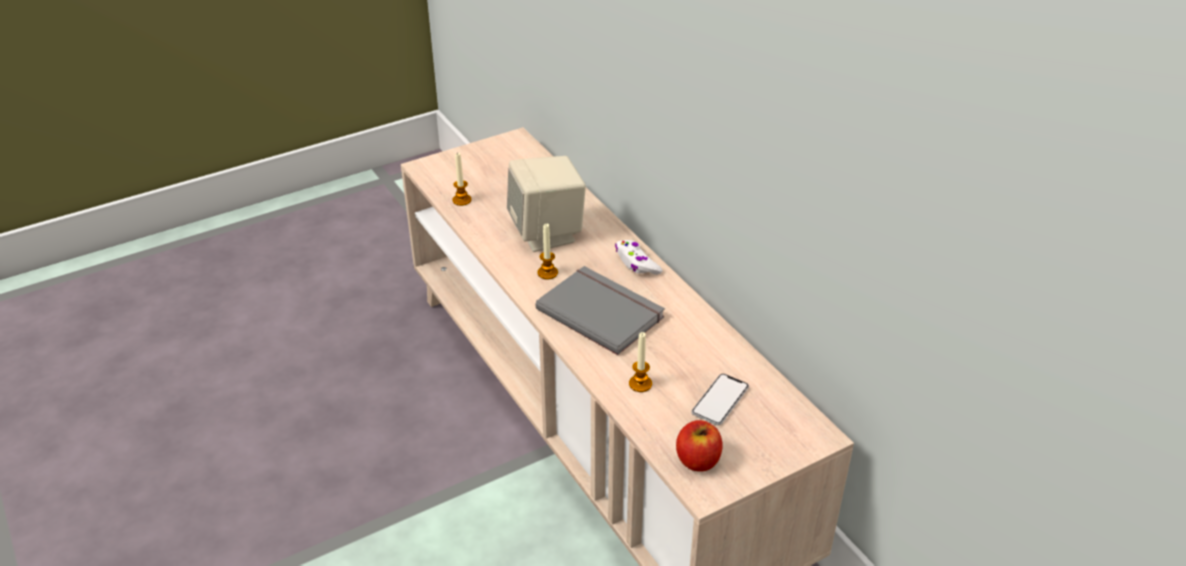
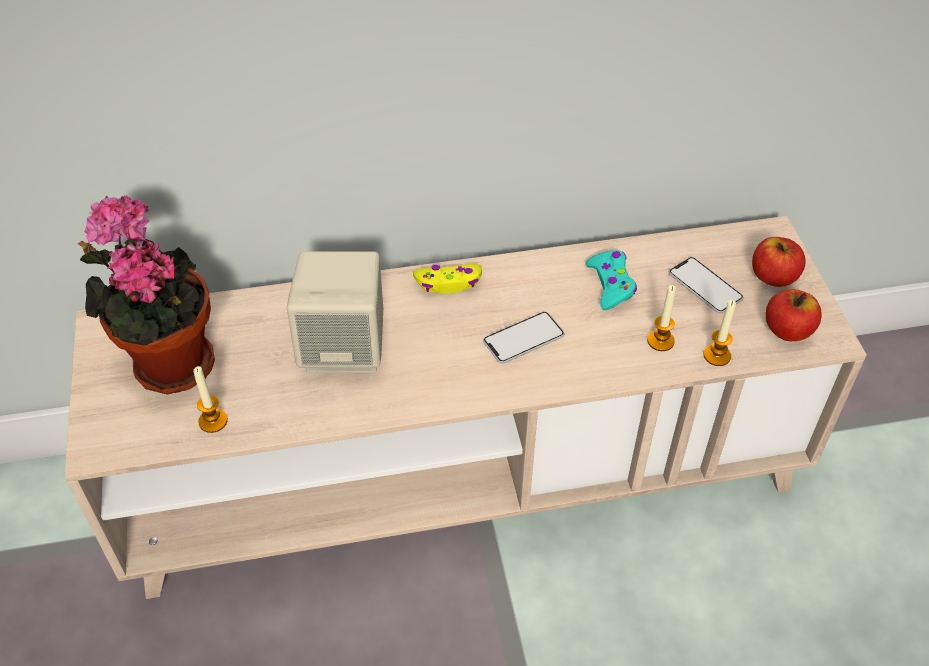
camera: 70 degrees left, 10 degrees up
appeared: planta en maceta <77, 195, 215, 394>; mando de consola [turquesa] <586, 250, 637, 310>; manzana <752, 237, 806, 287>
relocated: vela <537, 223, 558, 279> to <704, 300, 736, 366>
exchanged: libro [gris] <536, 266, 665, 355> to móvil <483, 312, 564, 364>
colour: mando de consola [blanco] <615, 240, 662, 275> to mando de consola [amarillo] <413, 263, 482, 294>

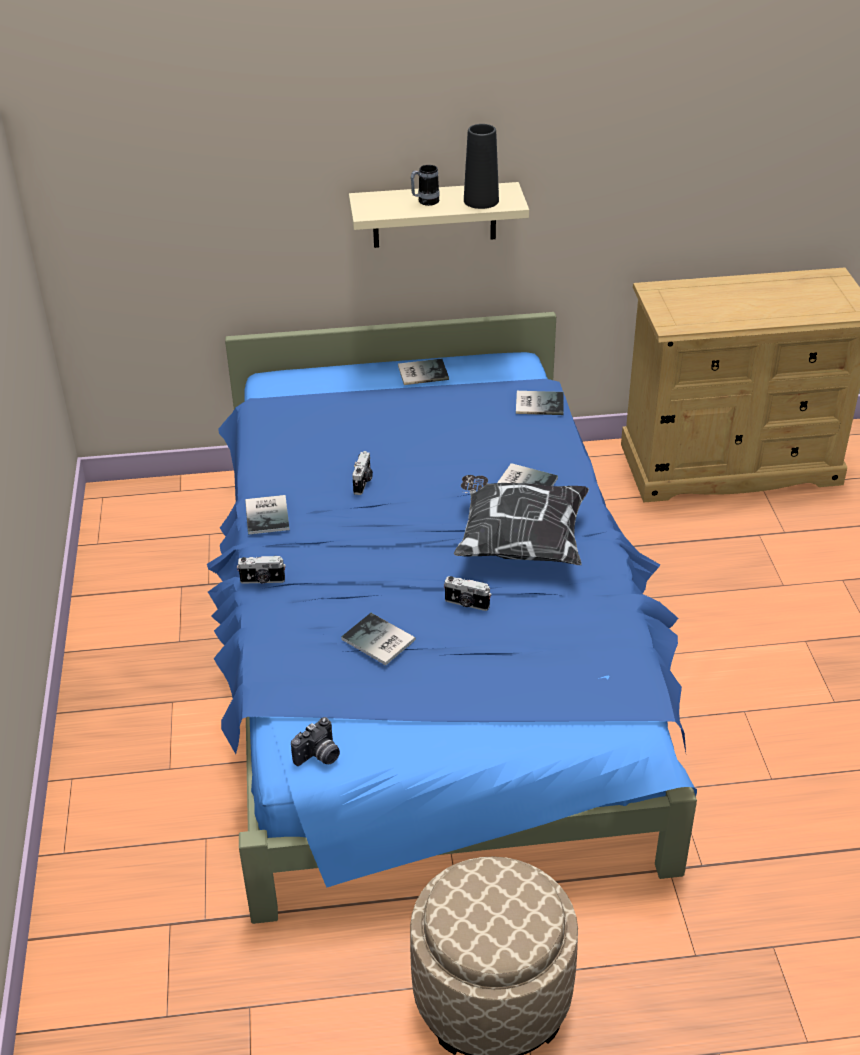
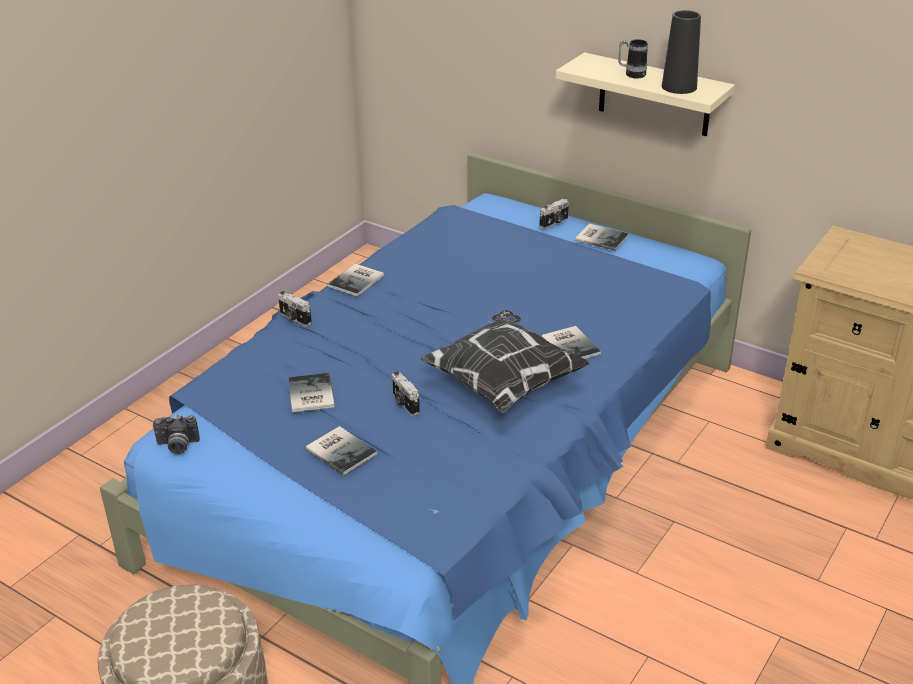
camera: 40 degrees right, 5 degrees down
relocated: libro <516, 391, 564, 415> to <306, 426, 377, 475>; cámara <352, 451, 373, 495> to <540, 199, 569, 229>

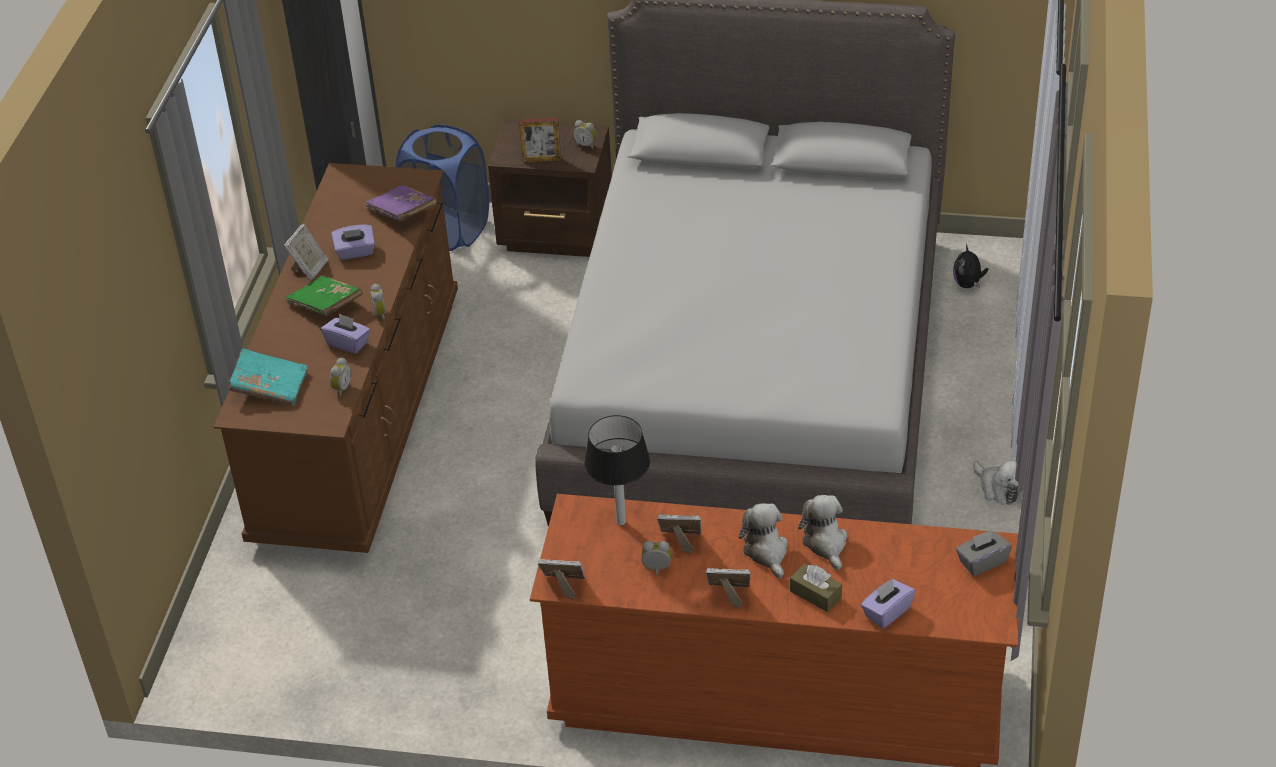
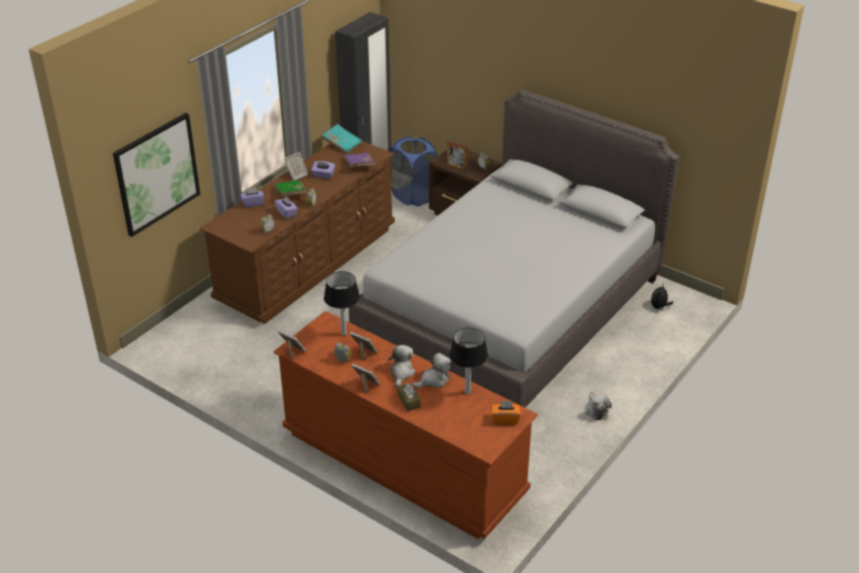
camera: 25 degrees right, 5 degrees down
appeared: cuadro <113, 113, 200, 237>; lámpara de mesa <450, 328, 488, 394>
relocated: caja de pañuelos [morado] <861, 579, 915, 628> to <241, 187, 264, 207>; libro [turquesa] <229, 348, 308, 405> to <322, 124, 362, 154>
colour: caja de pañuelos [gris] <956, 530, 1012, 576> to caja de pañuelos [naranja] <492, 401, 521, 424>
spun: peluche <798, 495, 848, 571> = <412, 353, 451, 388> 45 degrees clockwise

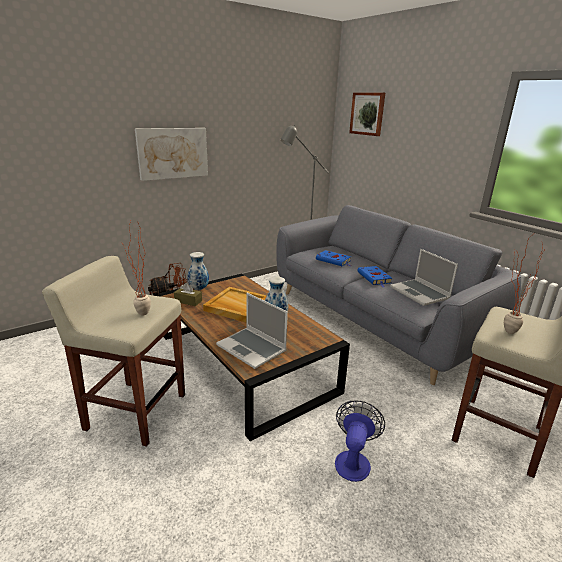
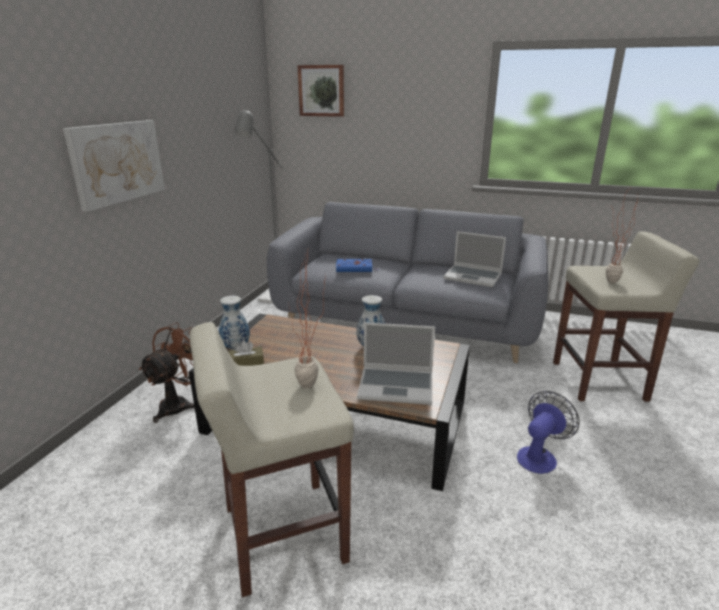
camera: 35 degrees left, 0 degrees up
missing: bandeja [beis] <203, 287, 267, 322>; libro [azul] <357, 266, 393, 287>
spun: ventilador <335, 400, 385, 482> = <517, 391, 580, 474> 60 degrees clockwise

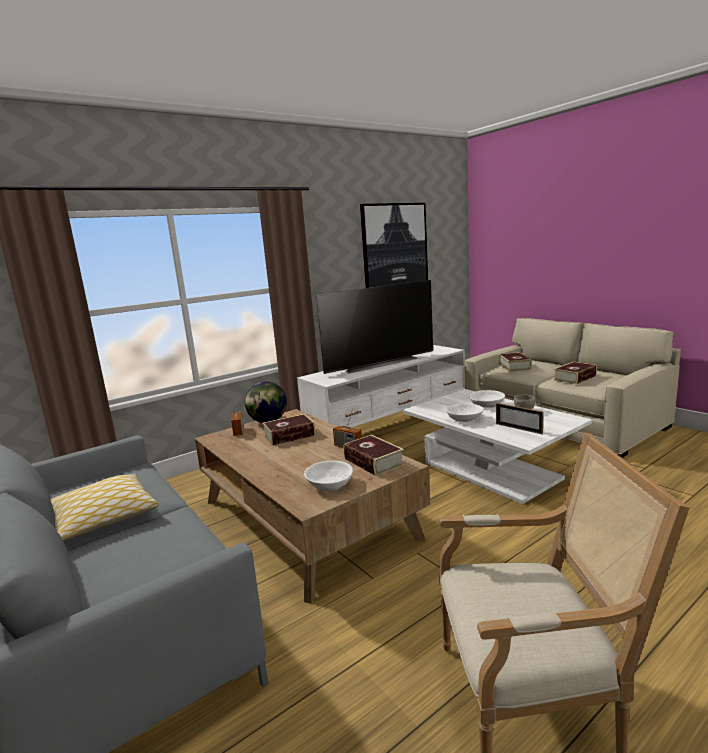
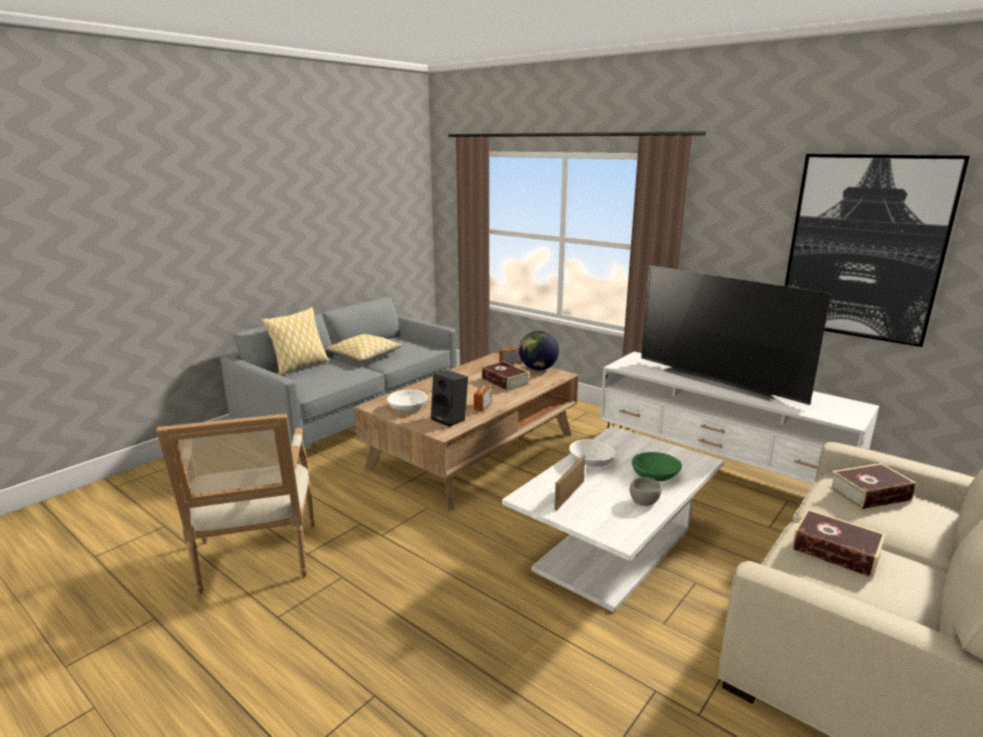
camera: 75 degrees right, 5 degrees up
appeared: cojín <261, 307, 329, 376>
exchanged: libro <343, 435, 405, 476> to altavoz [negro] <431, 370, 468, 427>
colour: cuenco [blanco] <469, 390, 505, 407> to cuenco [verde] <632, 452, 682, 481>

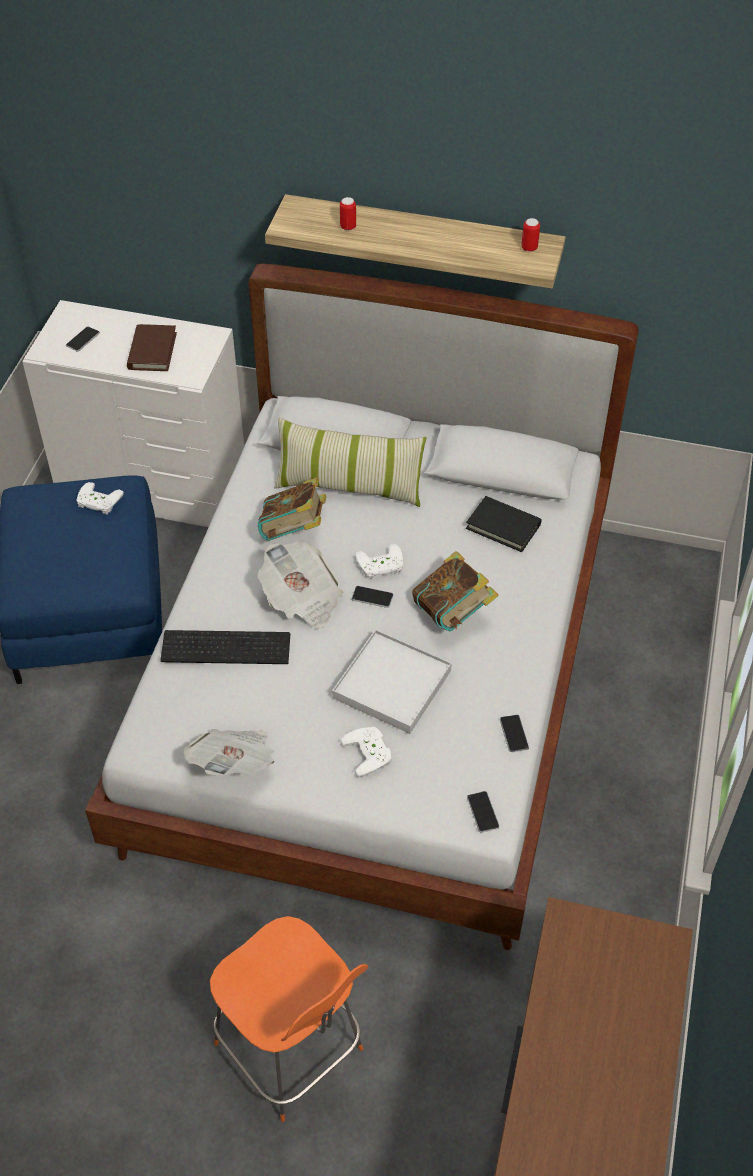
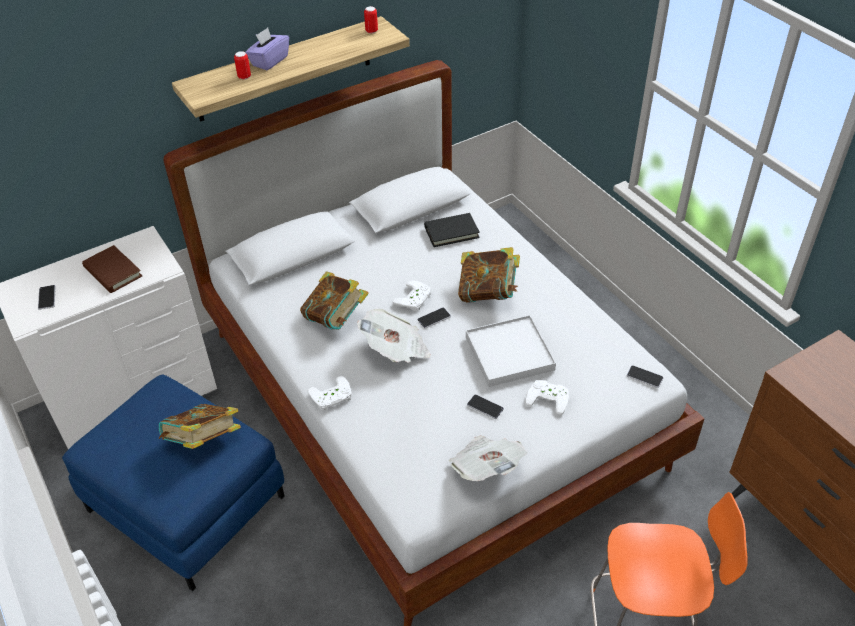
camera: 45 degrees left, 5 degrees down
missing: teclado <160, 630, 290, 664>; cojín <274, 418, 427, 507>
appeared: libro <159, 404, 241, 449>; caja de pañuelos [morado] <245, 28, 289, 70>
relocated: mando de consola [blanco] <77, 482, 124, 514> to <308, 376, 351, 411>; móvil <500, 715, 529, 752> to <467, 394, 504, 419>

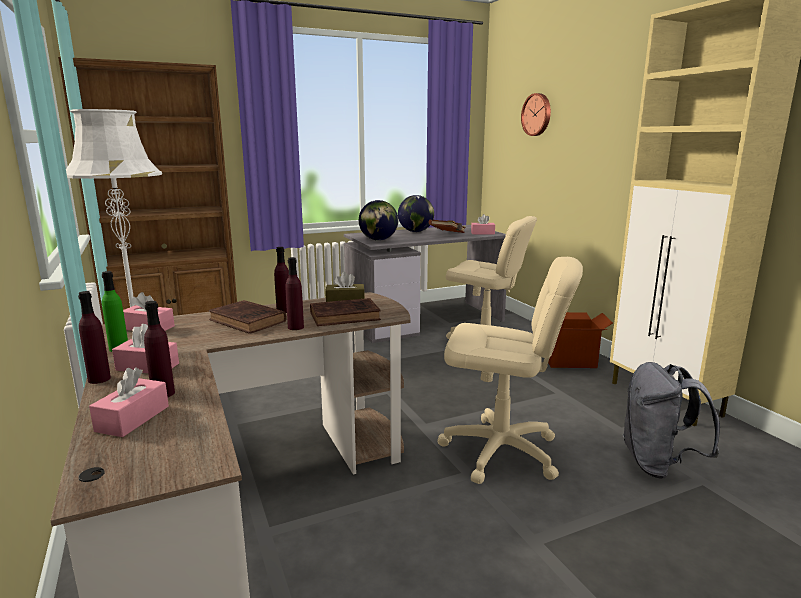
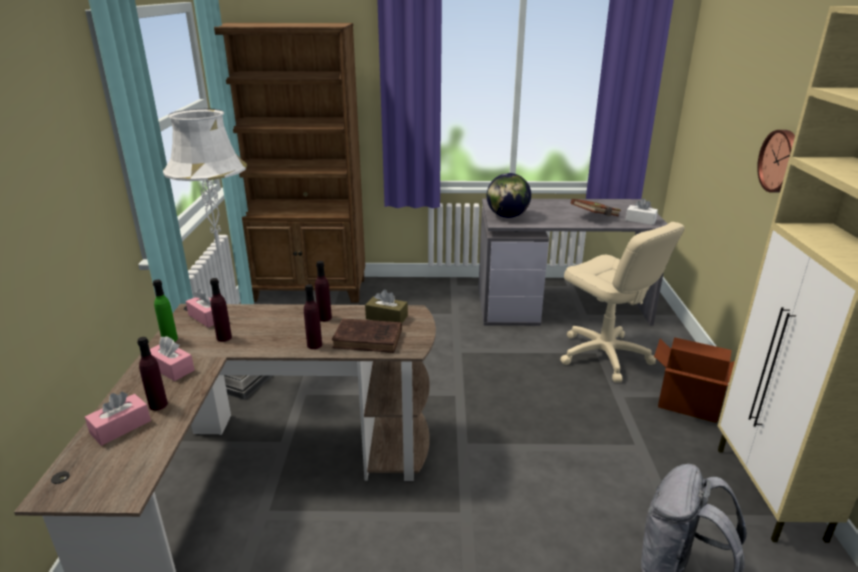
camera: 25 degrees right, 10 degrees up
missing: libro [marrón] <209, 300, 286, 334>; globo terráqueo <398, 195, 434, 232>; silla de oficina [beis] <437, 257, 583, 484>
relocated: botella [morado] <78, 291, 111, 384> to <210, 278, 232, 342>; reloj de pared <521, 93, 551, 136> to <757, 130, 795, 193>
colour: caja de pañuelos [rosa] <471, 214, 495, 235> to caja de pañuelos [blanco] <626, 198, 658, 225>

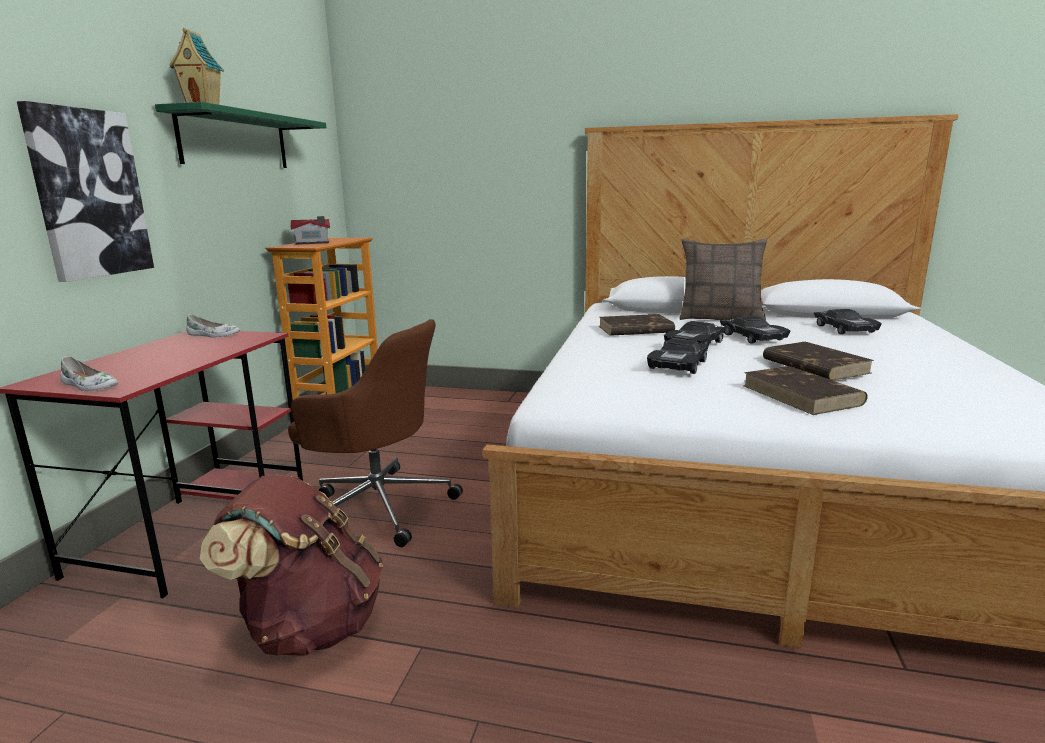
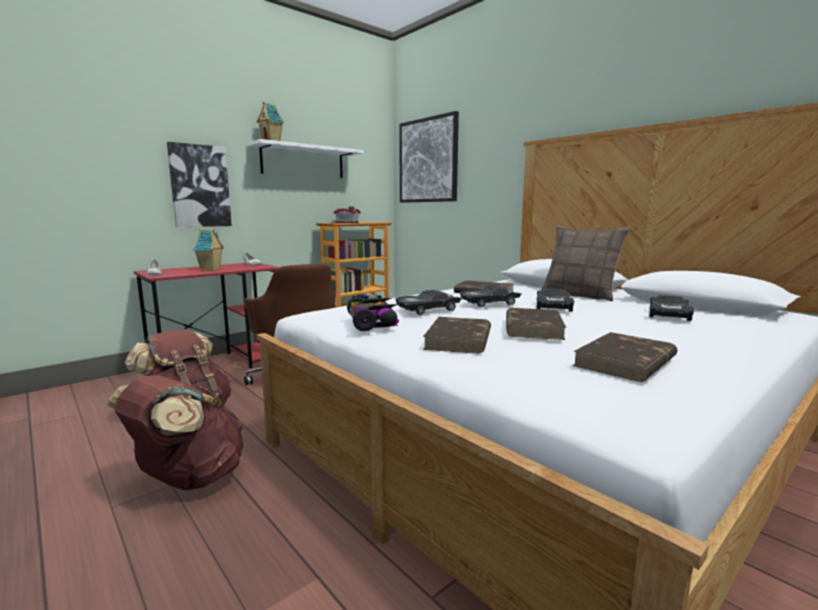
camera: 35 degrees right, 5 degrees down
appeared: mochila [marrón] <107, 375, 244, 490>; casita <193, 228, 224, 271>; coche de juguete <347, 297, 399, 332>; cuadro <399, 111, 459, 203>; libro [marrón] <573, 332, 678, 382>
colour: estante [verde] <155, 102, 326, 168> to estante [blanco] <248, 139, 364, 178>

